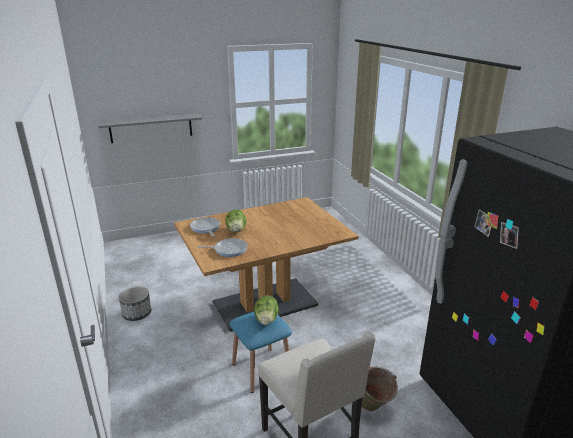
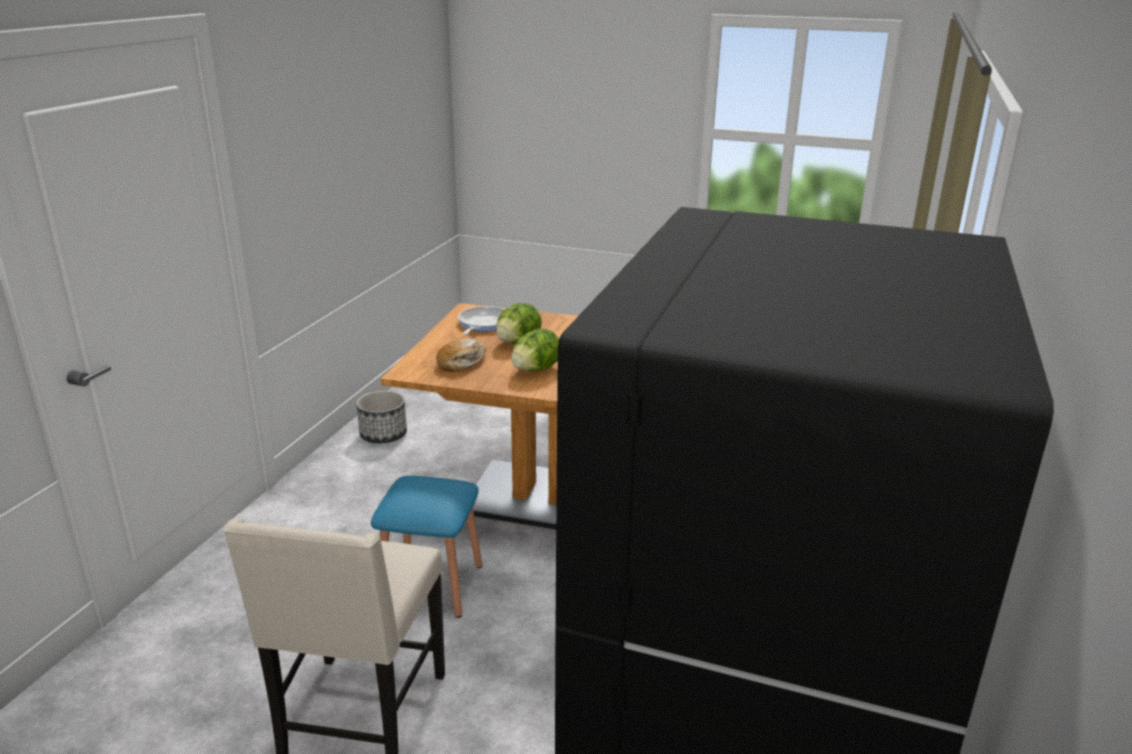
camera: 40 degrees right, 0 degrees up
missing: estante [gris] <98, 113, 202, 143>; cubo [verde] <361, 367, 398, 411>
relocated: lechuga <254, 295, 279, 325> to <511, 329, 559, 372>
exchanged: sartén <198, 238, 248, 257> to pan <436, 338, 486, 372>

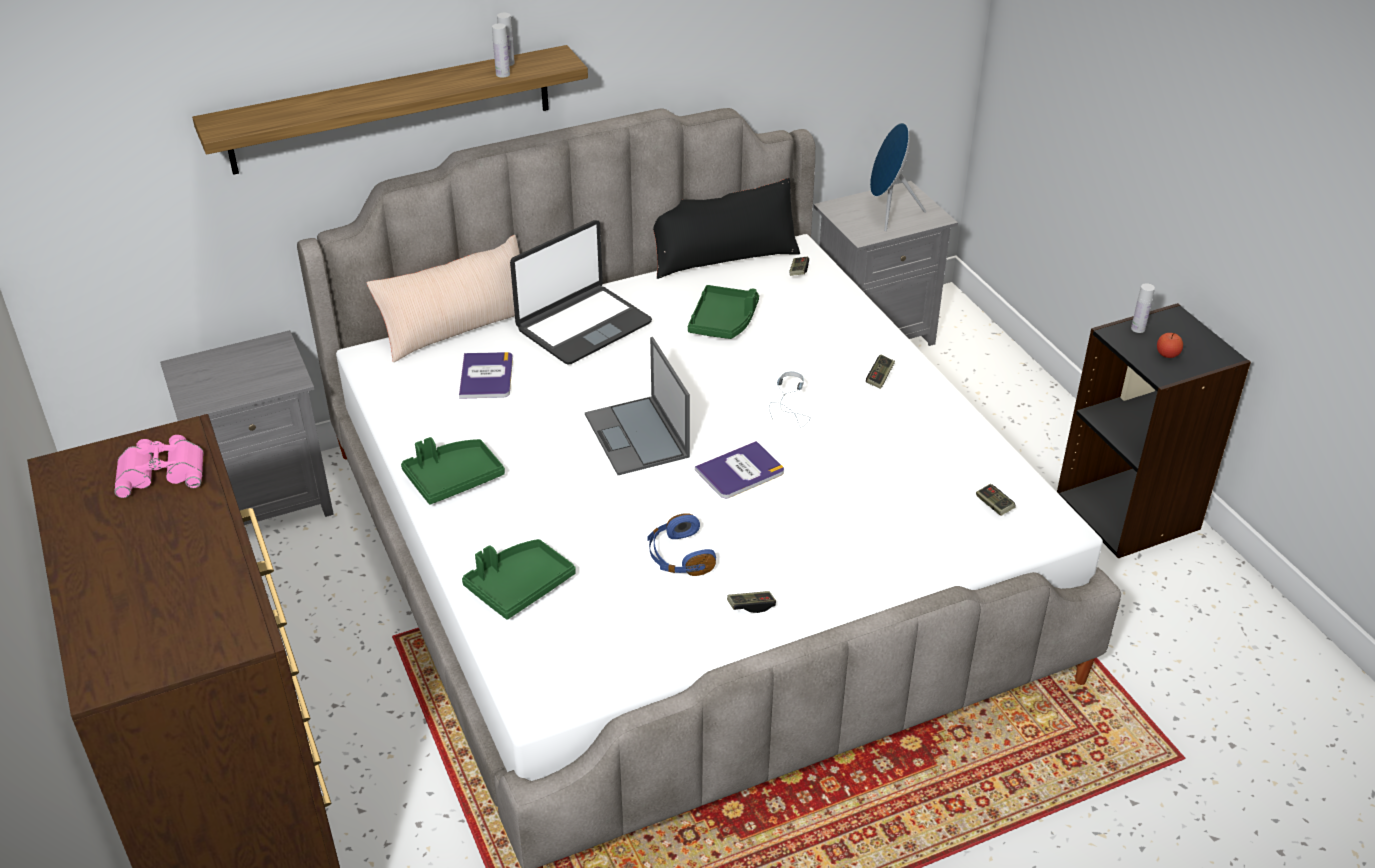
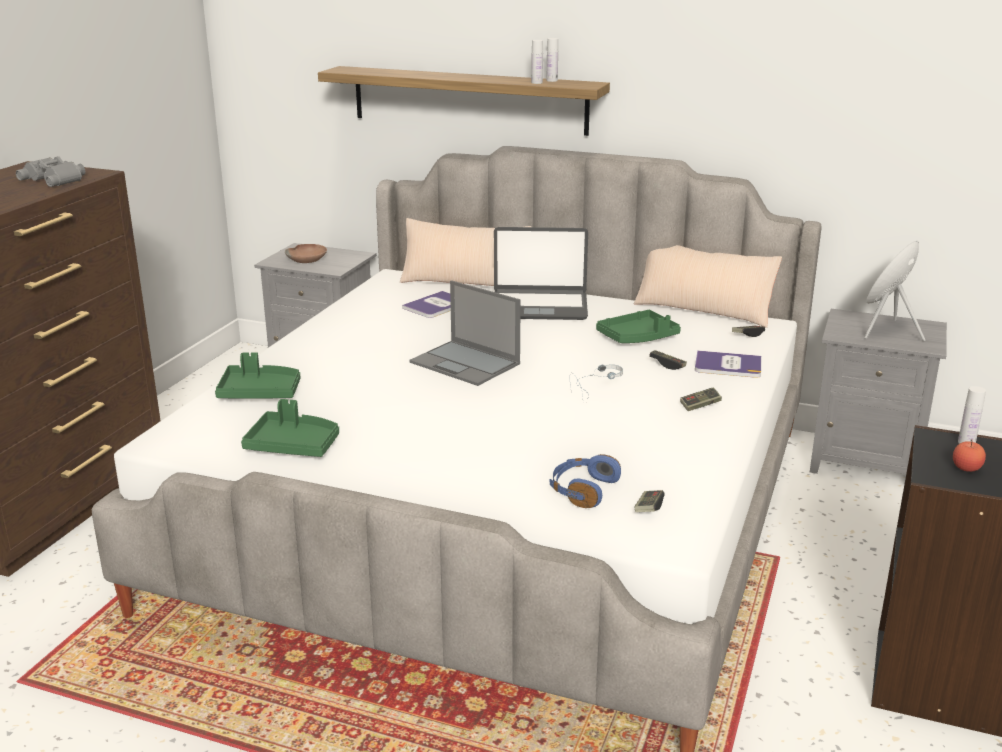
camera: 45 degrees right, 15 degrees down
appeared: cuenco [marrón] <285, 244, 327, 263>
relocated: bandeja [verde] <401, 437, 505, 504> to <241, 399, 339, 457>; auriculares [azul] <647, 513, 716, 576> to <550, 454, 621, 508>; mando de consola <727, 591, 776, 613> to <649, 350, 687, 370>; libro <695, 441, 784, 498> to <695, 350, 761, 378>
colour: prismáticos [rosa] <114, 435, 204, 498> to prismáticos [gris] <16, 156, 85, 187>; cojín [negro] <653, 178, 800, 279> to cojín [beis] <634, 245, 782, 328>
spun: portátil <585, 337, 690, 475> = <410, 280, 521, 386> 75 degrees counterclockwise

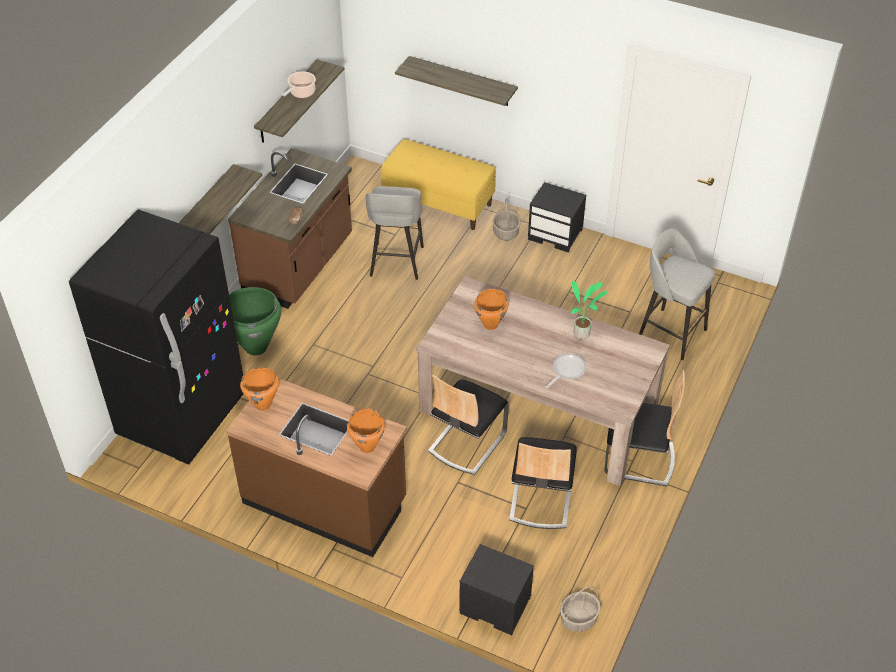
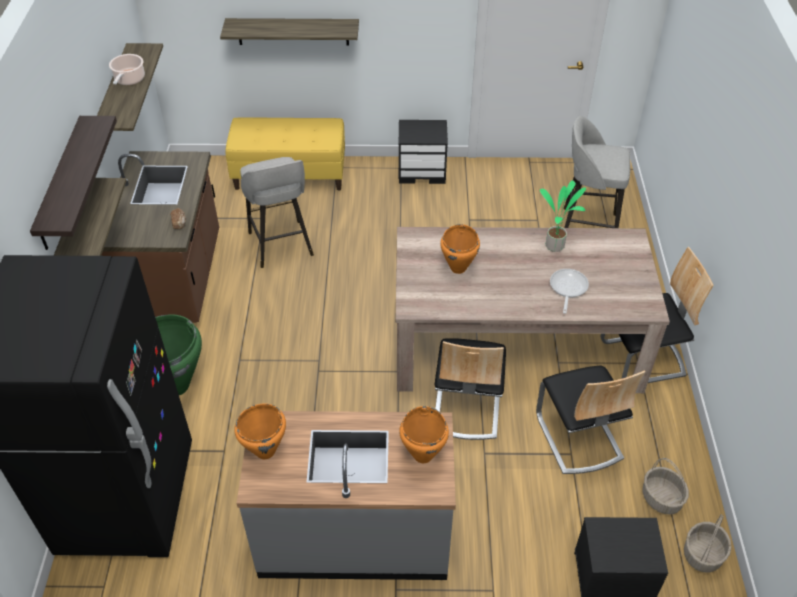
camera: 25 degrees left, 0 degrees up
appeared: estante <30, 116, 117, 250>
relocated: cesta <493, 198, 521, 241> to <642, 458, 689, 514>
colour: mueble bajo de cocina [marrón] <226, 378, 407, 557> to mueble bajo de cocina [gris] <236, 411, 456, 580>

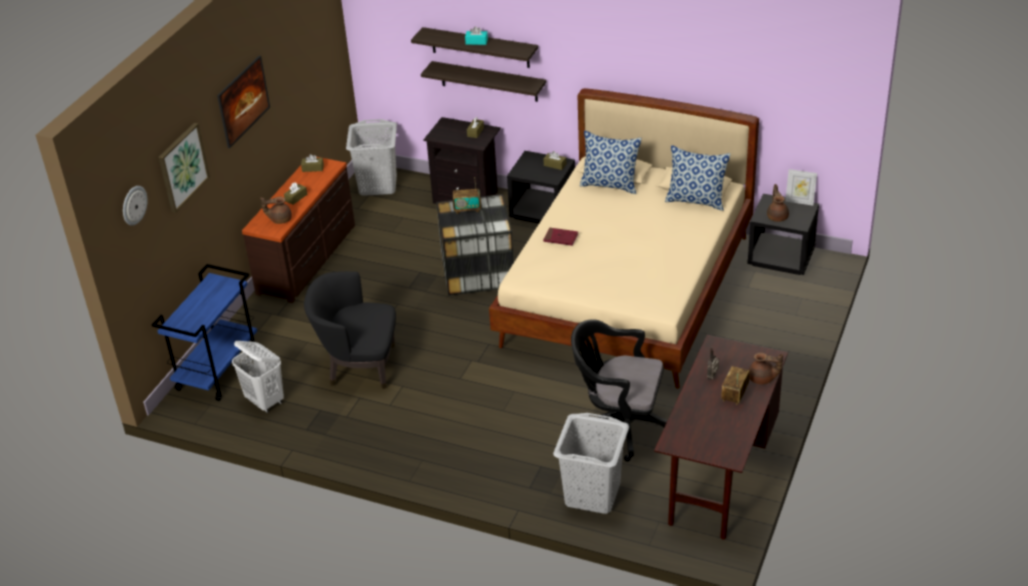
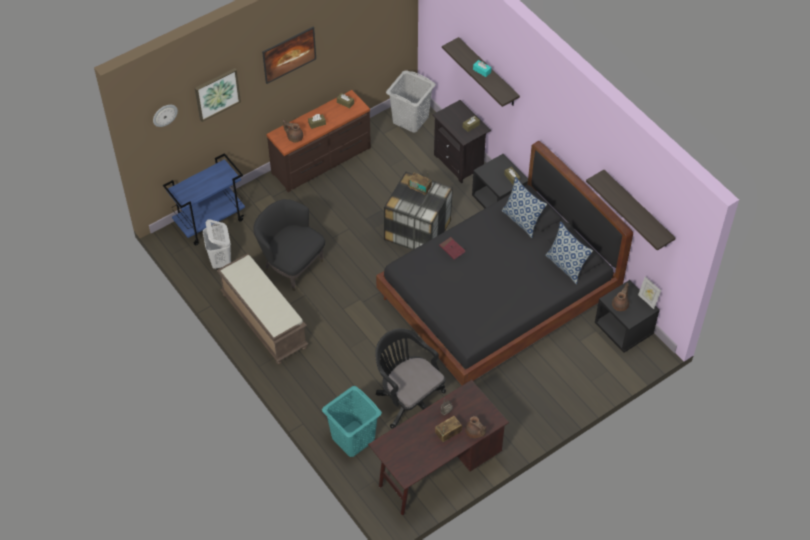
camera: 30 degrees right, 15 degrees up
appeared: banco [marrón] <217, 254, 309, 364>
relocated: estante <421, 61, 546, 102> to <586, 170, 675, 251>
colour: cesto de la ropa [gris] <553, 413, 629, 514> to cesto de la ropa [turquesa] <322, 386, 382, 457>; cama [beis] <489, 88, 759, 389> to cama [negro] <376, 141, 633, 385>

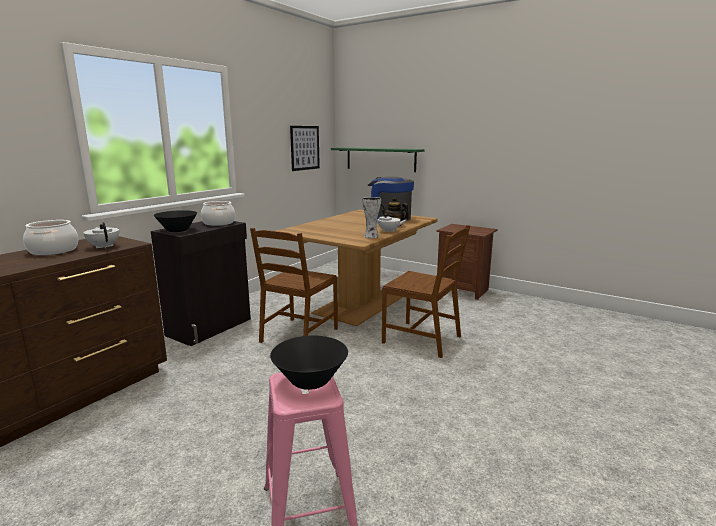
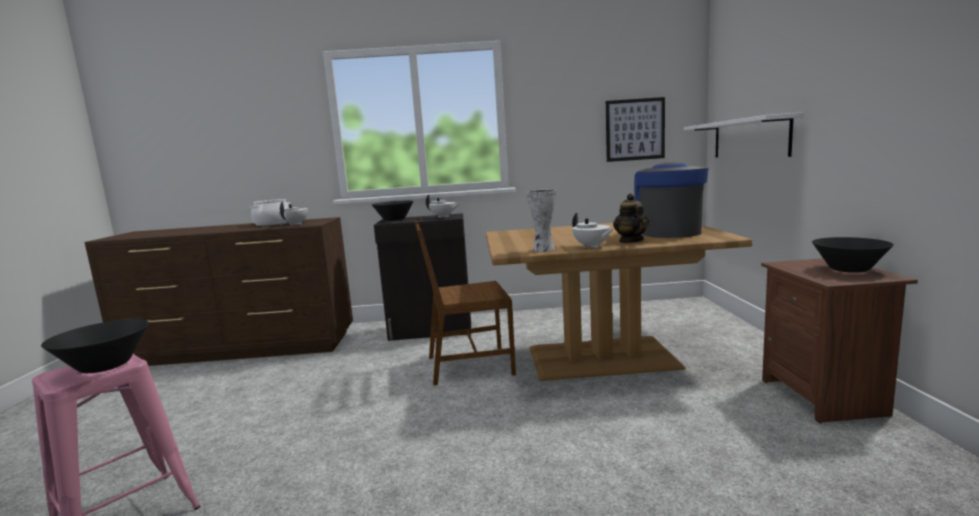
camera: 55 degrees right, 5 degrees down
missing: silla [marrón] <382, 225, 471, 358>
appeared: cuenco [negro] <812, 237, 894, 273>
exchanged: olla <201, 201, 235, 226> to tetera [blanco] <426, 195, 460, 218>
colour: estante [verde] <331, 147, 425, 172> to estante [blanco] <684, 112, 804, 157>

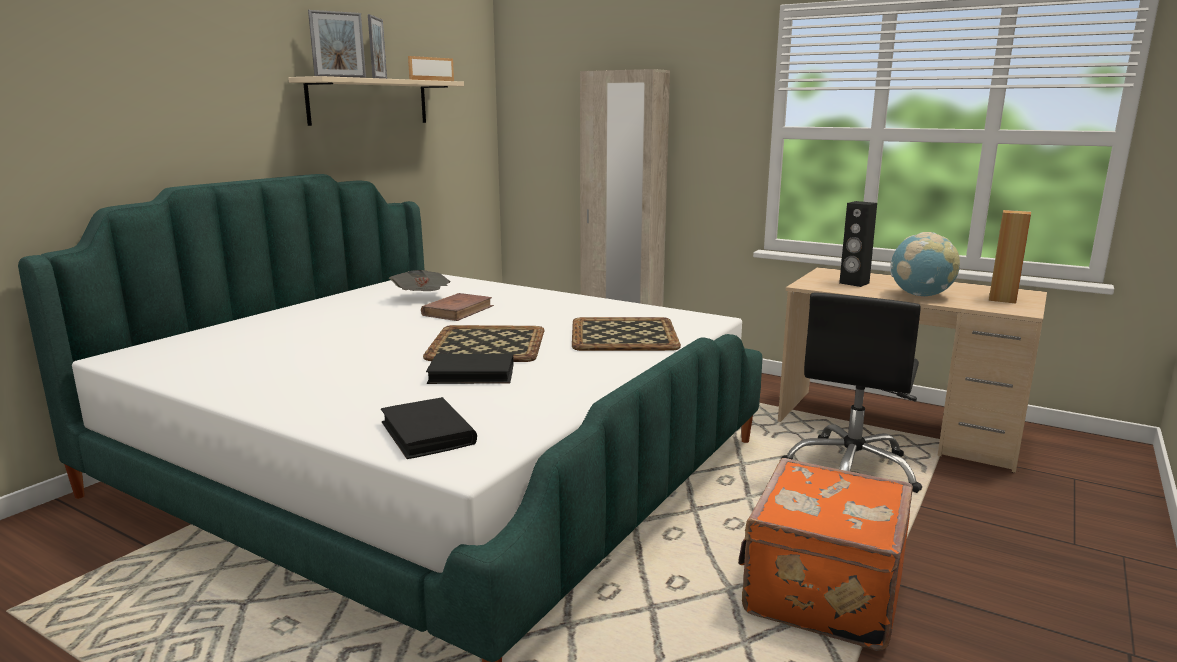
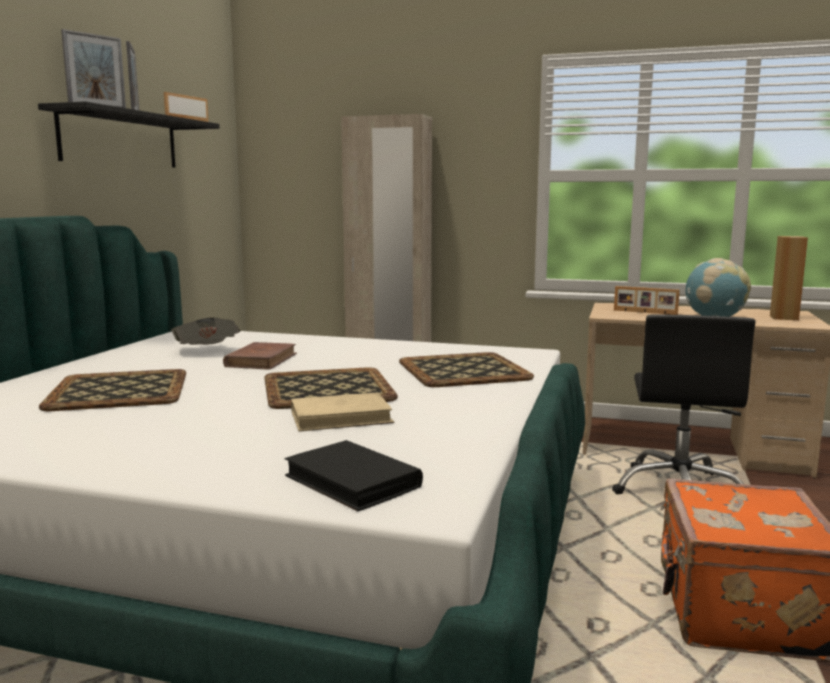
camera: 15 degrees left, 5 degrees down
appeared: bandeja <39, 369, 186, 411>
exchanged: altavoz [negro] <839, 201, 877, 287> to portarretratos <614, 286, 680, 315>
colour: estante [beis] <288, 76, 464, 126> to estante [negro] <38, 101, 220, 167>; libro [negro] <426, 354, 514, 384> to libro [beis] <291, 392, 394, 432>

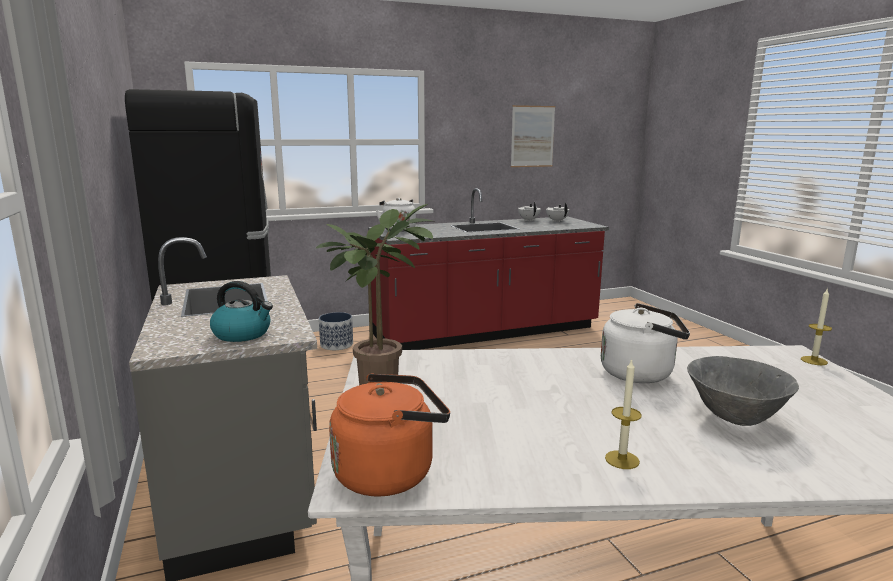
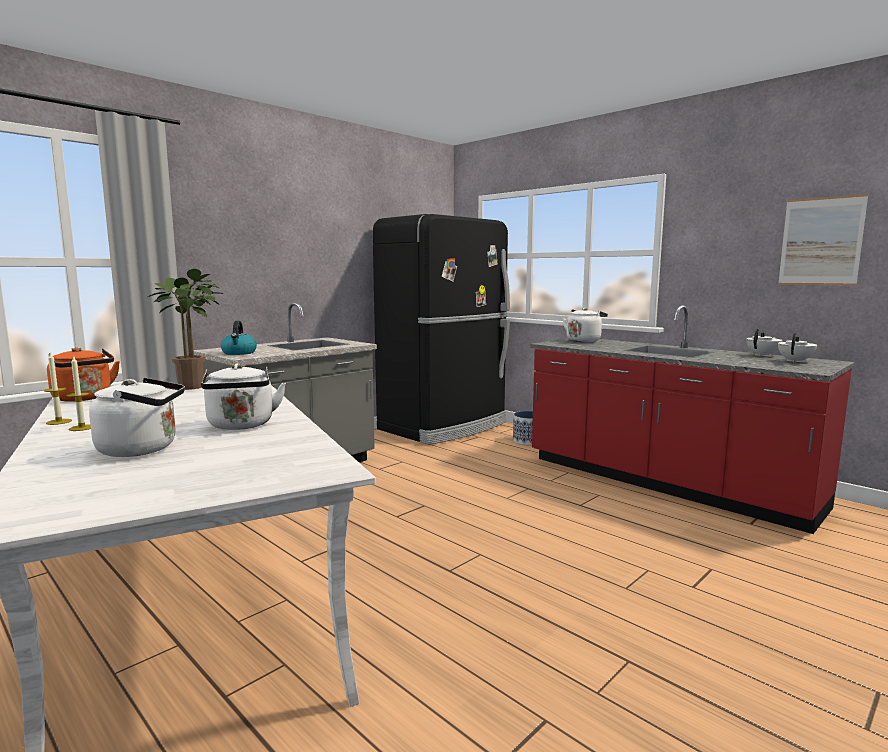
camera: 65 degrees right, 5 degrees down
relocated: vela <801, 289, 832, 365> to <44, 352, 72, 425>
exchanged: cuenco [gris] <687, 356, 799, 426> to hervidor [blanco] <89, 378, 185, 457>

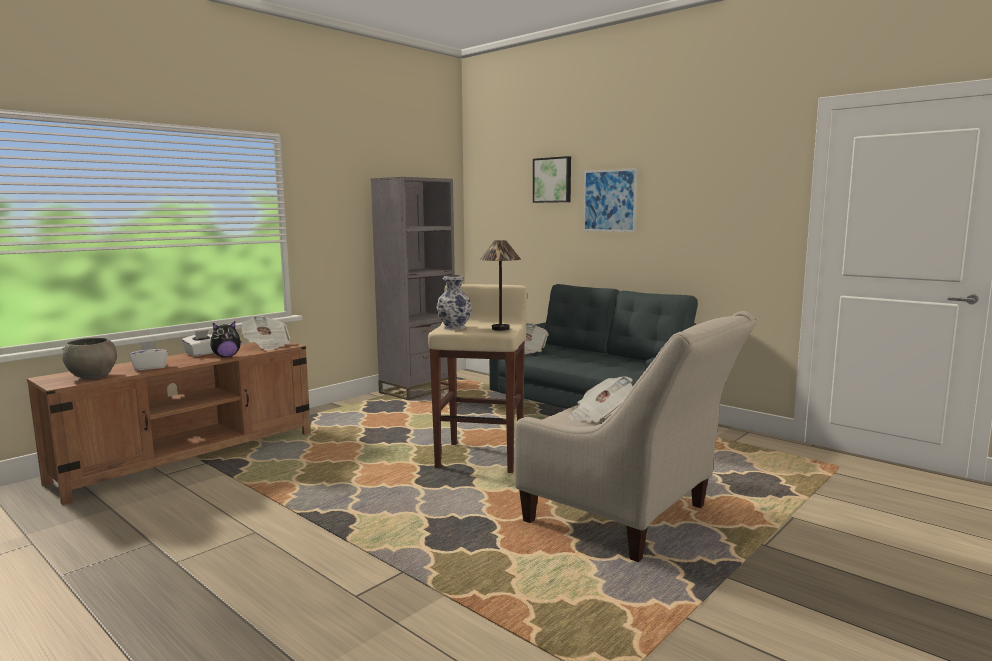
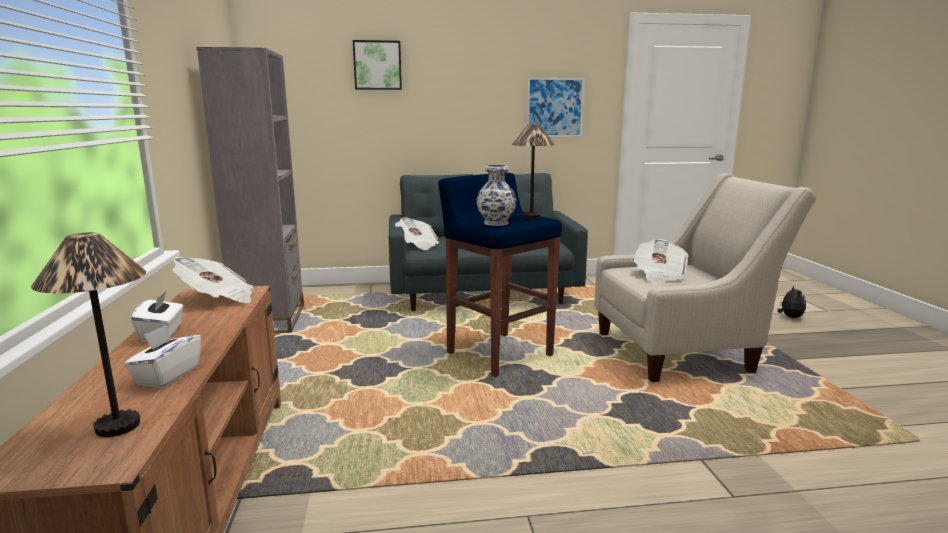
camera: 50 degrees left, 5 degrees up
relocated: cuadro <583, 168, 637, 232> to <527, 78, 584, 137>; peluche <210, 321, 241, 357> to <777, 285, 806, 318>
exchanged: cuenco [gris] <62, 338, 117, 379> to lámpara de mesa <31, 232, 146, 437>
colour: taburete [beis] <428, 284, 527, 473> to taburete [azul] <438, 173, 562, 377>

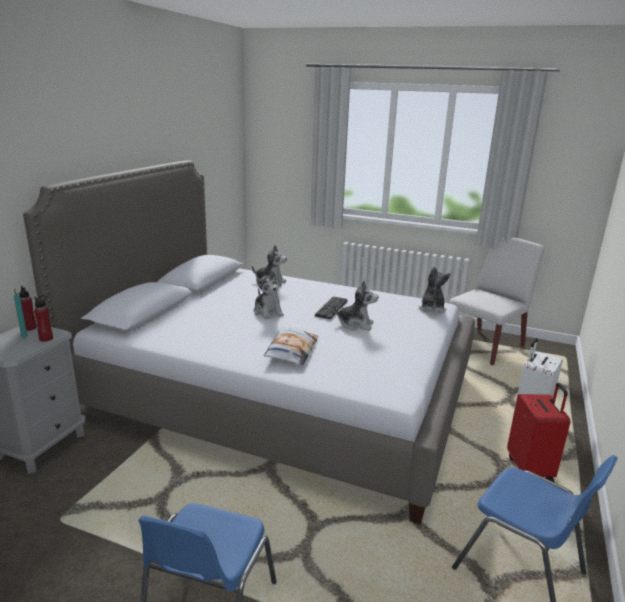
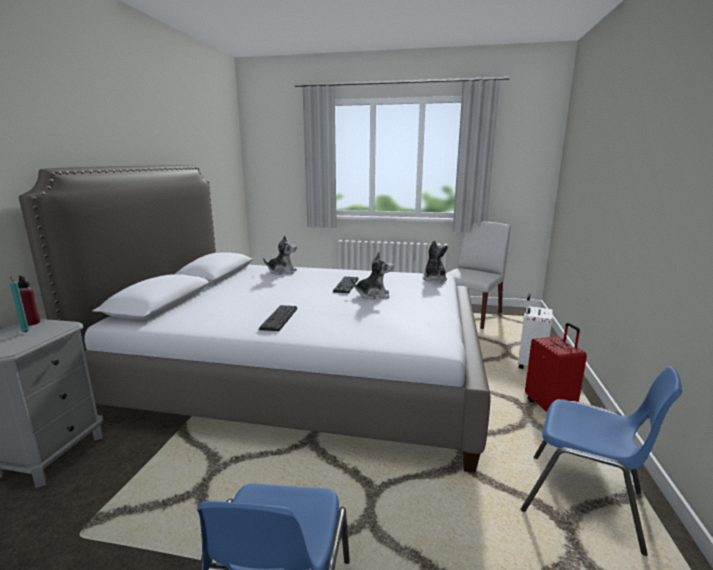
camera: 10 degrees left, 5 degrees down
missing: botella [rojo] <34, 295, 53, 342>; peluche <254, 271, 284, 319>; cojín <264, 327, 318, 365>
appeared: teclado <259, 305, 297, 331>

